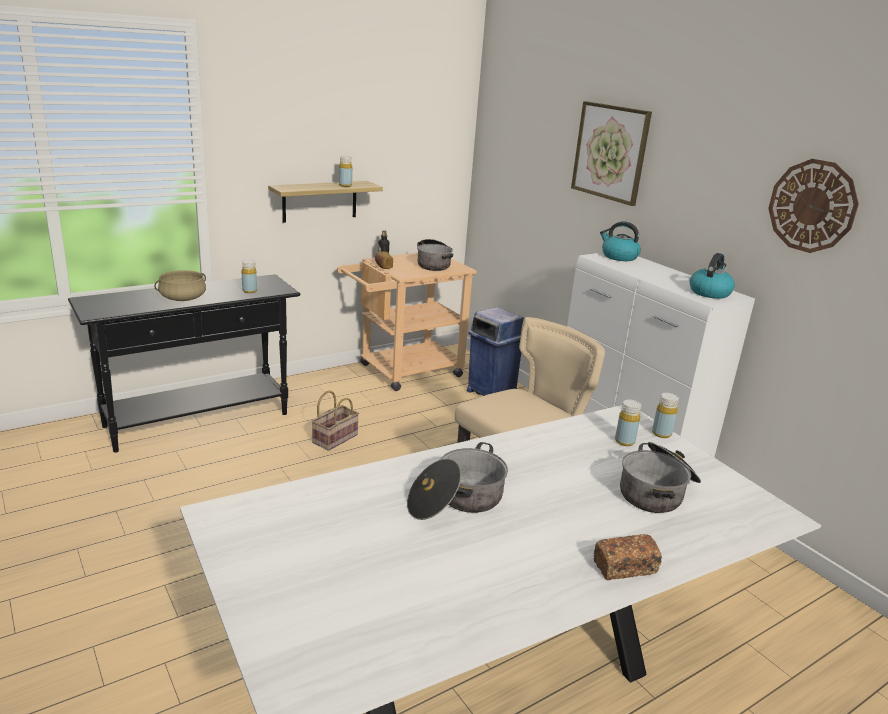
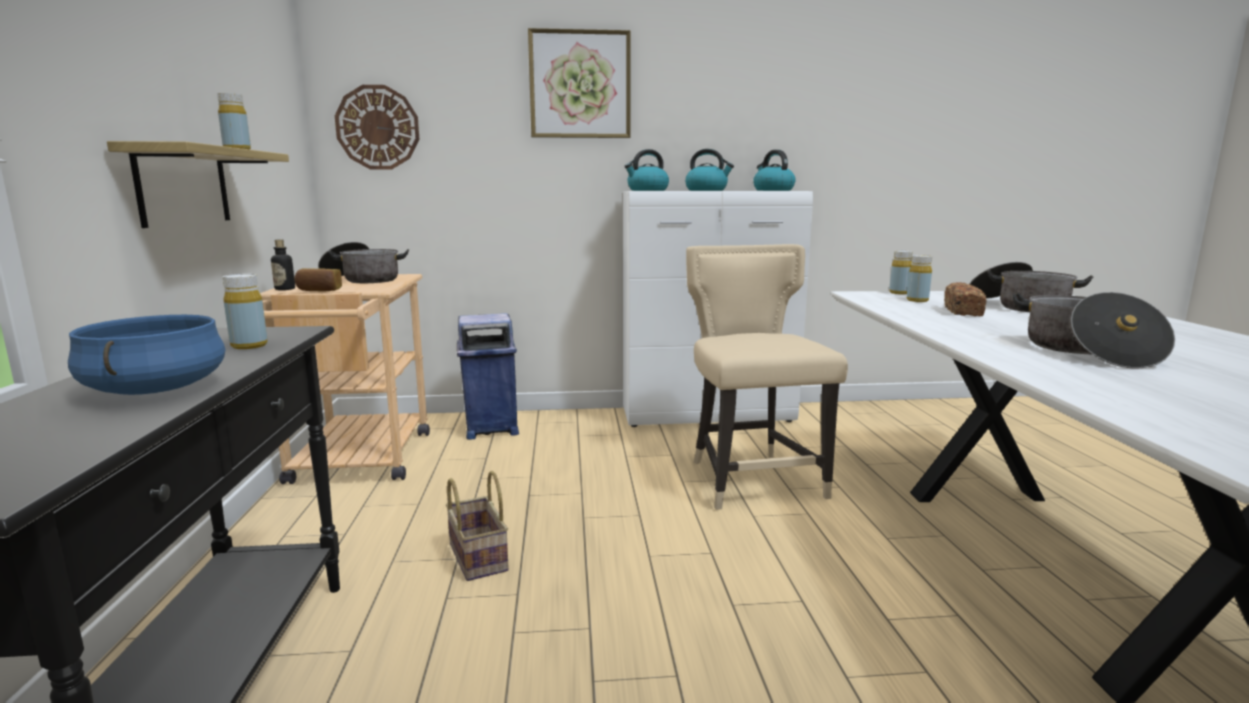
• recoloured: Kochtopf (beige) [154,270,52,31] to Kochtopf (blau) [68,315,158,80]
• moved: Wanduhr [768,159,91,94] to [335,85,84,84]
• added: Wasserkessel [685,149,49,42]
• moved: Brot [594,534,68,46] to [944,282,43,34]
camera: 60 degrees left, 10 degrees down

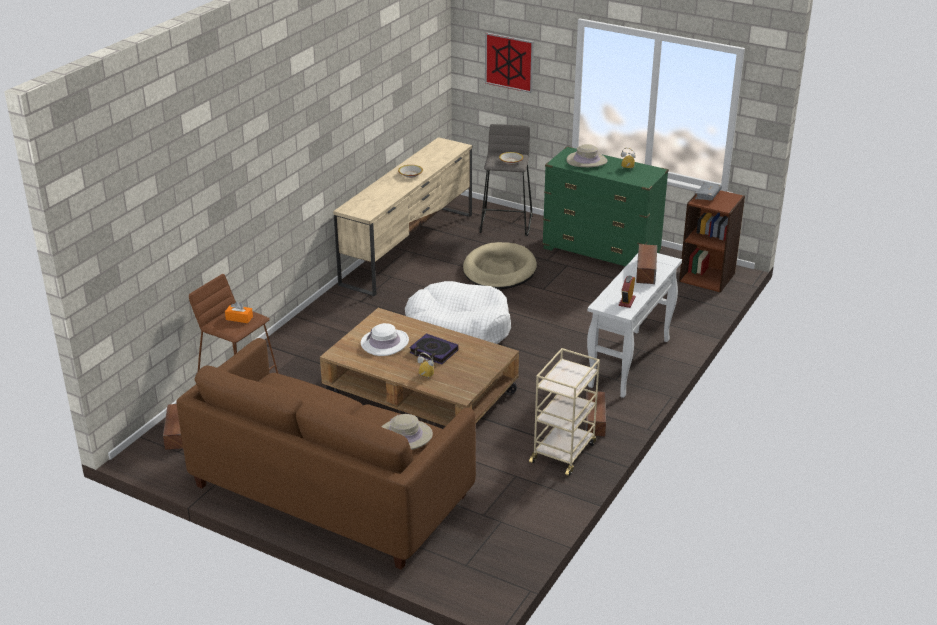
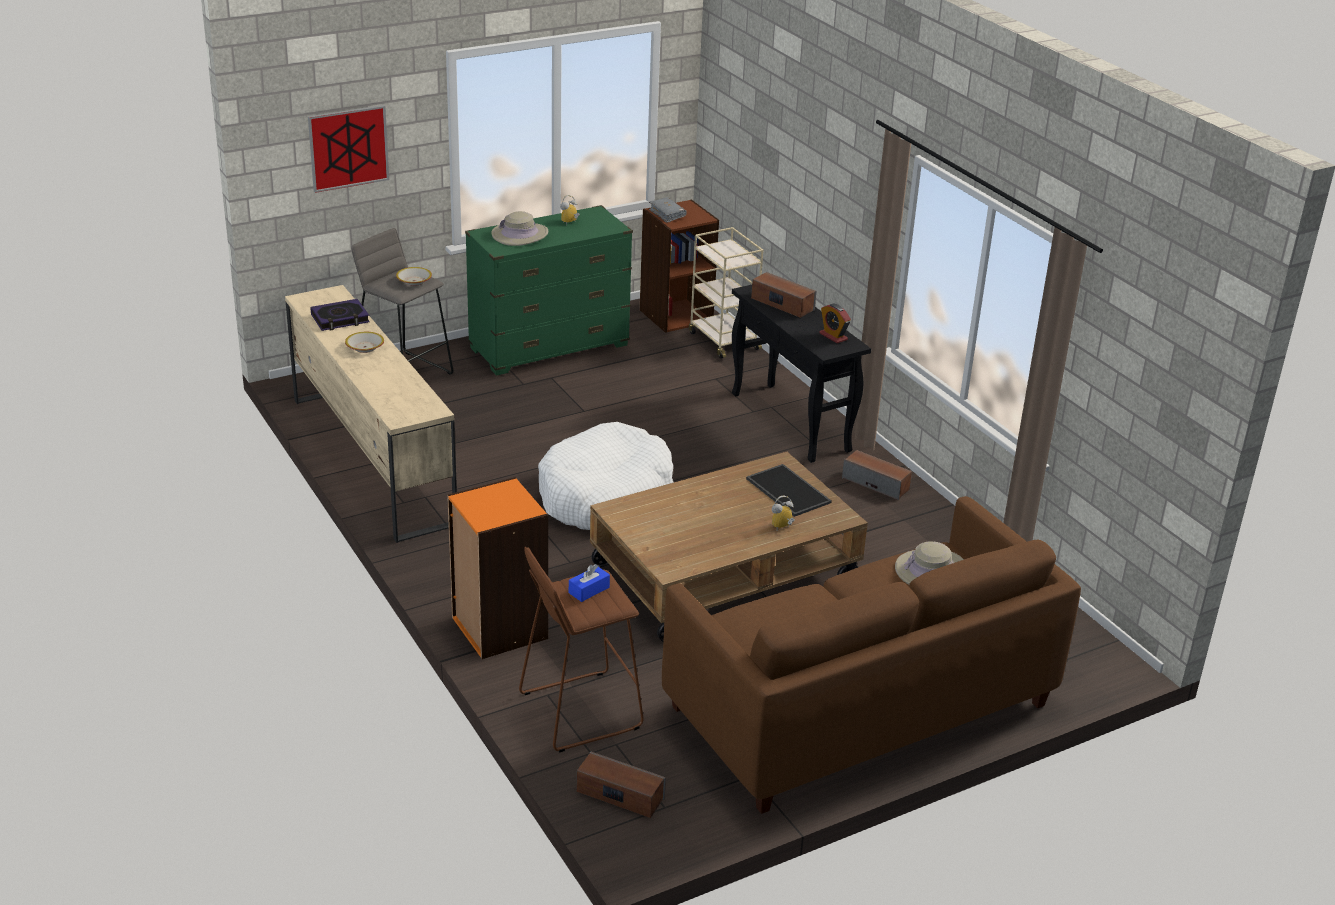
• moved: Buch [409,333,49,31] to [310,299,60,32]
• added: Bücherregal (orange) [447,477,101,182]
• recoloured: Taschentuchbox (orange) [225,301,28,22] to Taschentuchbox (blau) [569,564,41,38]
• moved: Rollwagen (beige) [529,348,71,127] to [689,227,74,132]
• recoloured: Konsolentisch (weiß) [587,253,95,145] to Konsolentisch (schwarz) [732,285,139,178]
• added: Tablett [746,464,86,53]
• removed: Hut (weiß) [361,323,48,33]
• removed: Hundebett (beige) [463,242,74,47]
camera: 60 degrees left, 0 degrees up

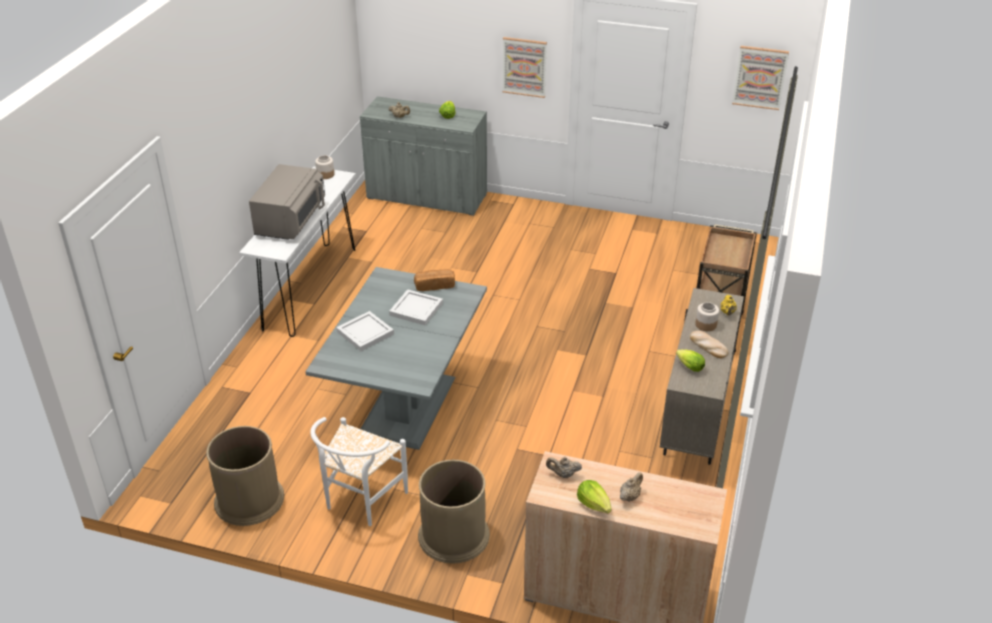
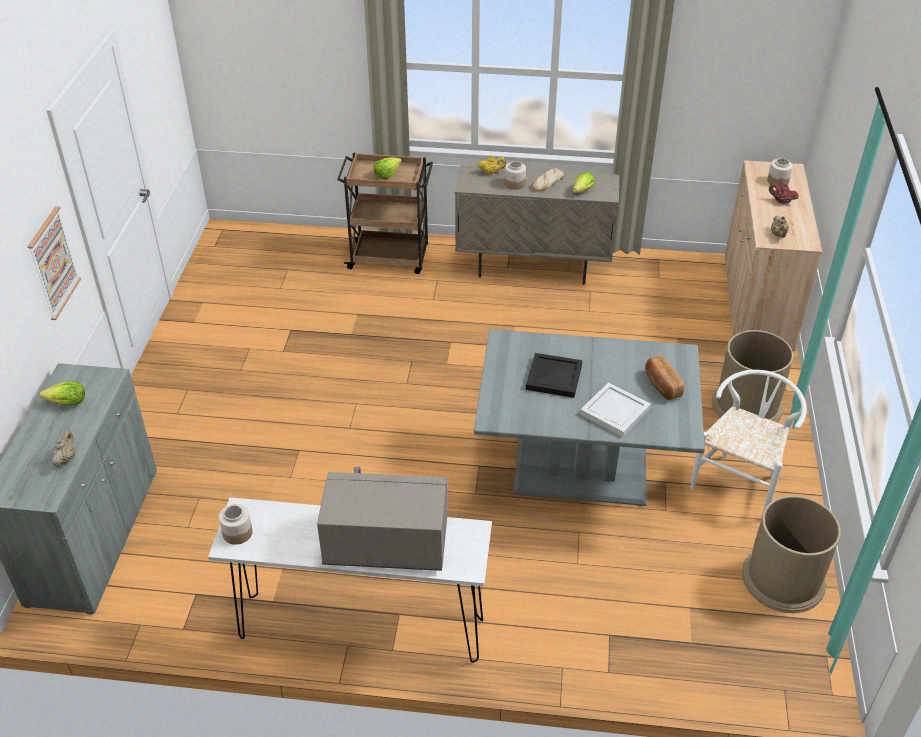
• moved: Salatkopf [577,480,35,33] to [373,157,29,22]
• recoloured: Tablett (weiß) [389,289,54,36] to Tablett (schwarz) [526,353,57,45]
• moved: Brot [414,270,41,21] to [645,355,39,45]
• turned: Stuhl (weiß) [310,417,98,109] = [690,370,117,145] 75 degrees counterclockwise
• added: Vorratsglas [767,158,26,29]
• recoloured: Teekanne (beige) [620,472,23,30] to Teekanne (rot) [769,183,30,21]
• removed: Bild [732,46,57,64]
camera: 100 degrees left, 5 degrees up

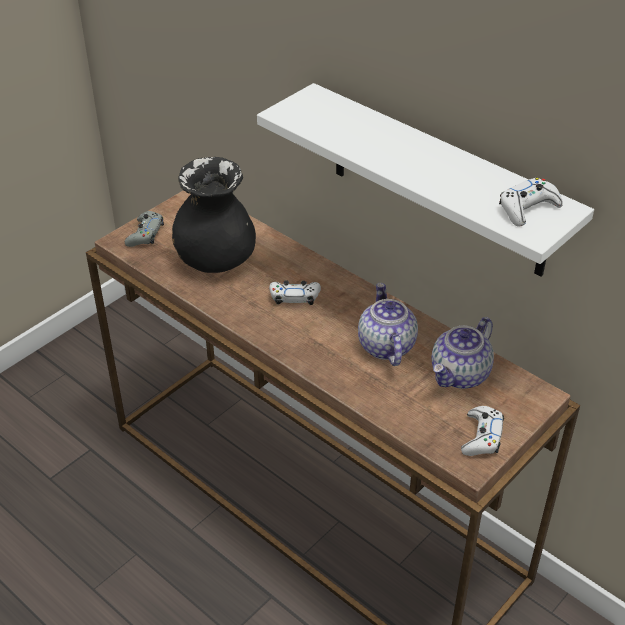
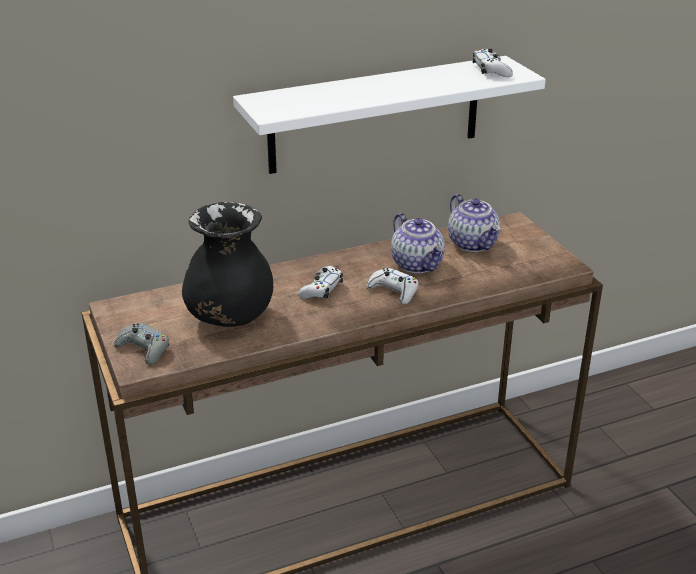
• moved: Gamepad (weiß) [461,406,43,50] to [366,268,52,37]
• turned: Teekanne [358,283,60,83] = [391,213,54,60] 135 degrees counterclockwise
camera: 65 degrees left, 10 degrees down

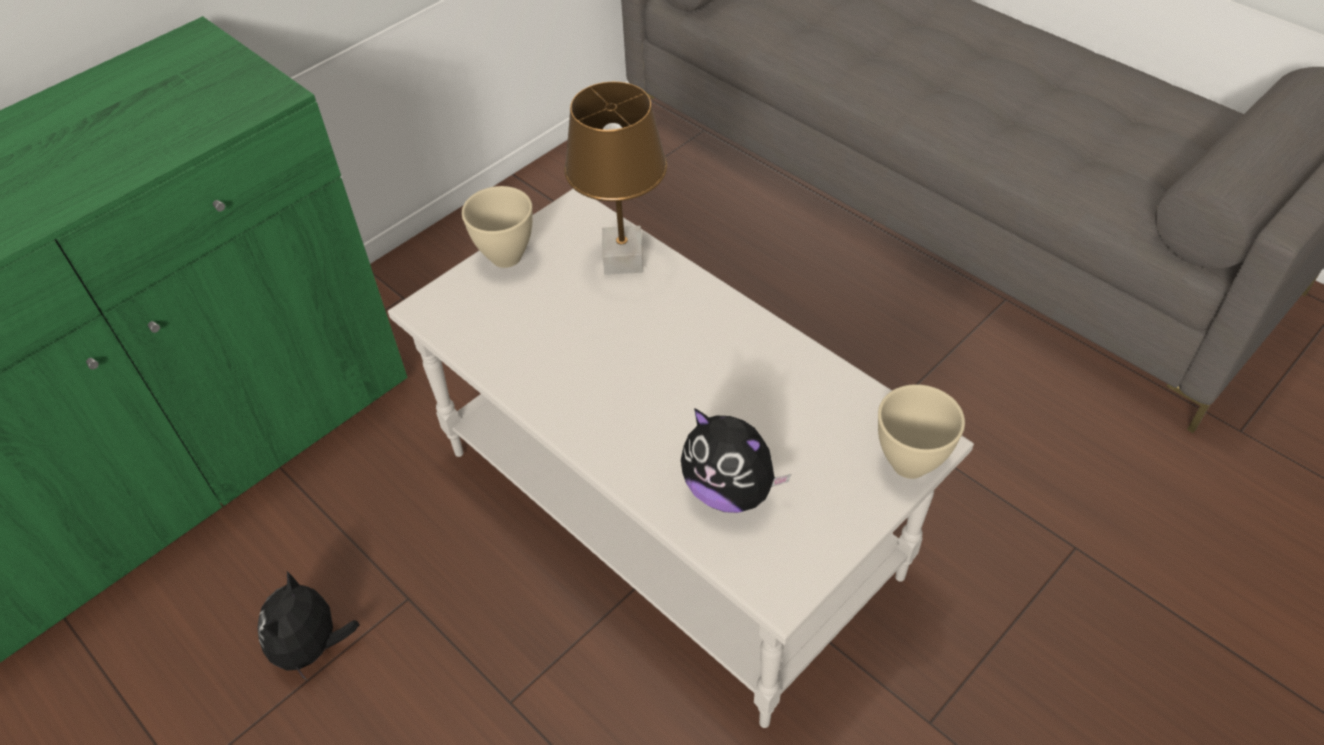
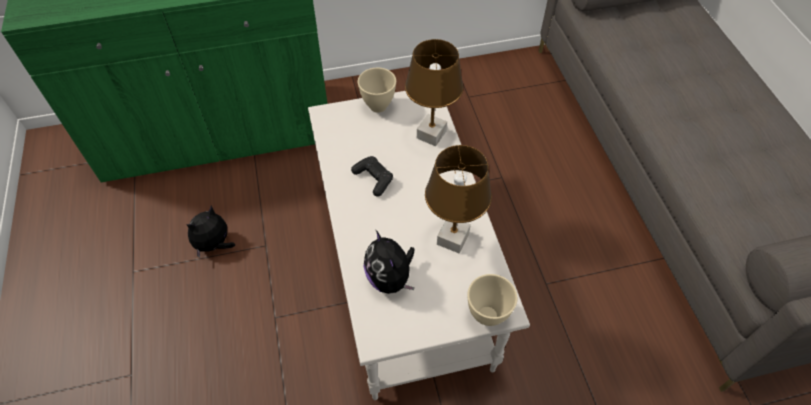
• added: Gamepad (schwarz) [351,156,42,41]
• added: Tischlampe (braun) [425,145,67,108]
camera: 30 degrees right, 5 degrees up

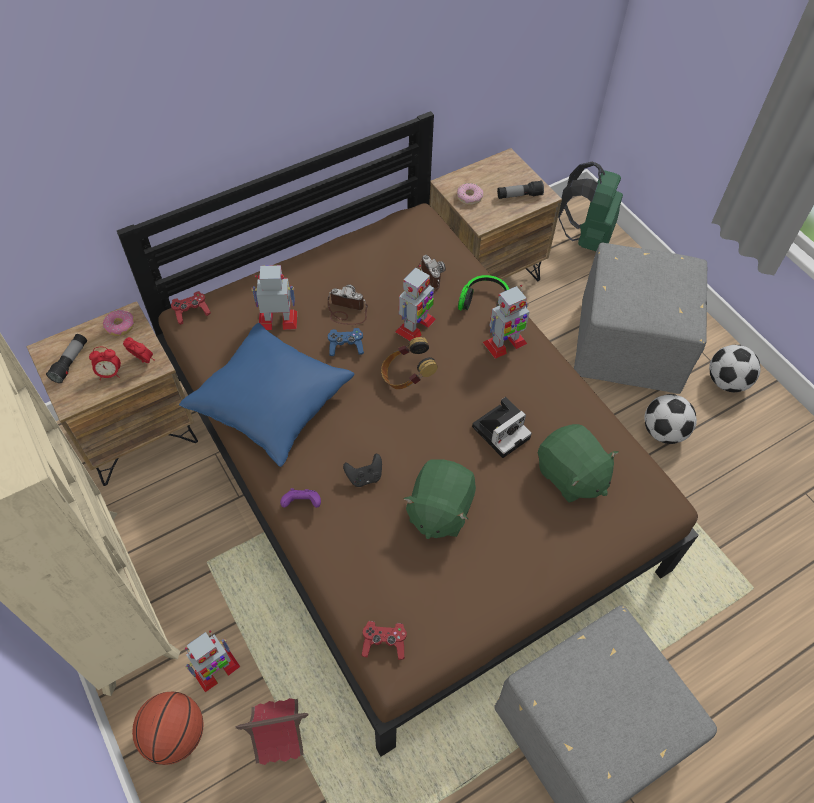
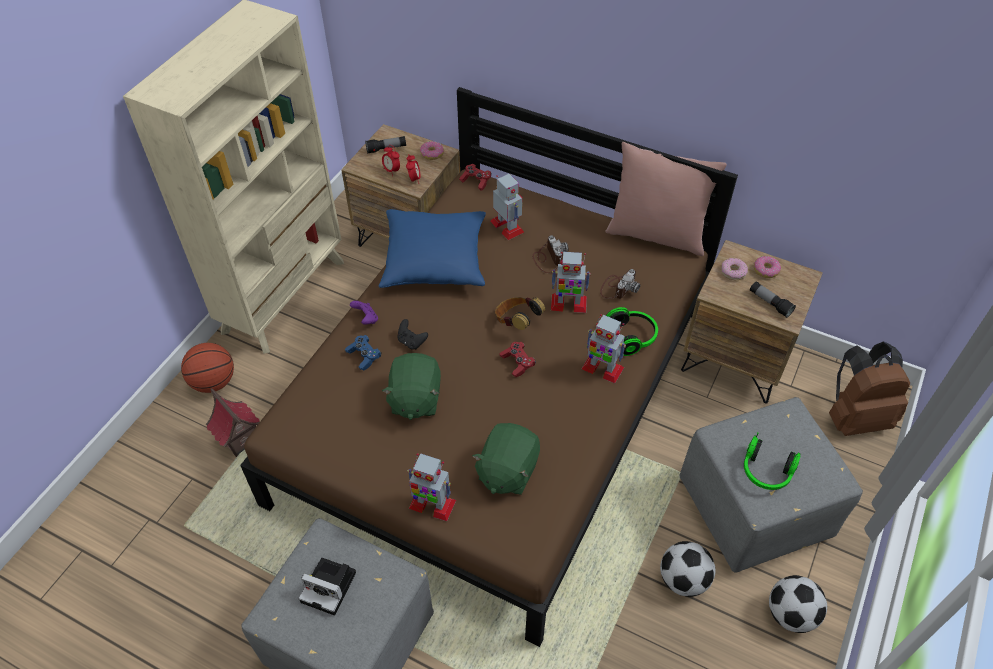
• moved: Kamera [472,397,60,61] to [299,558,57,57]
• moved: Gamepad (blau) [328,328,36,28] to [345,335,37,36]
• turned: Plüschtier (grün) [403,459,73,80] = [382,353,59,67] 75 degrees counterclockwise
• moved: Spielzeugroboter [185,630,56,62] to [407,453,49,68]
• moved: Gamepad (rot) [362,621,45,39] to [500,342,36,35]
• added: Kissen (rosa) [606,142,121,114]
• added: Kopfhörer [744,432,57,58]
• added: Donut [754,256,27,22]
• recoloured: Rucksack (grün) [558,161,65,90] to Rucksack (braun) [829,341,81,95]
camera: 60 degrees right, 5 degrees down

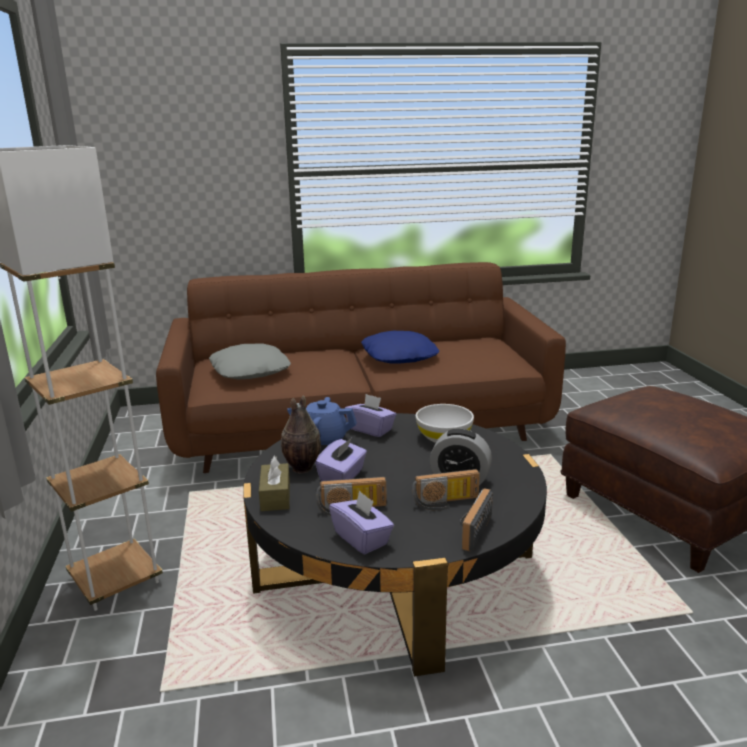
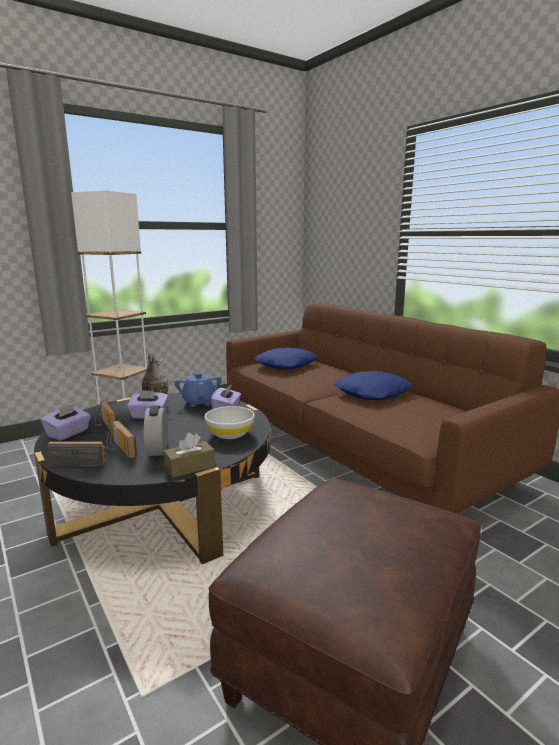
• moved: Taschentuchbox (braun) [259,456,31,55] to [163,433,52,45]
• recoloured: Kissen (grau) [209,344,82,36] to Kissen (blau) [254,347,63,22]
camera: 65 degrees right, 5 degrees down

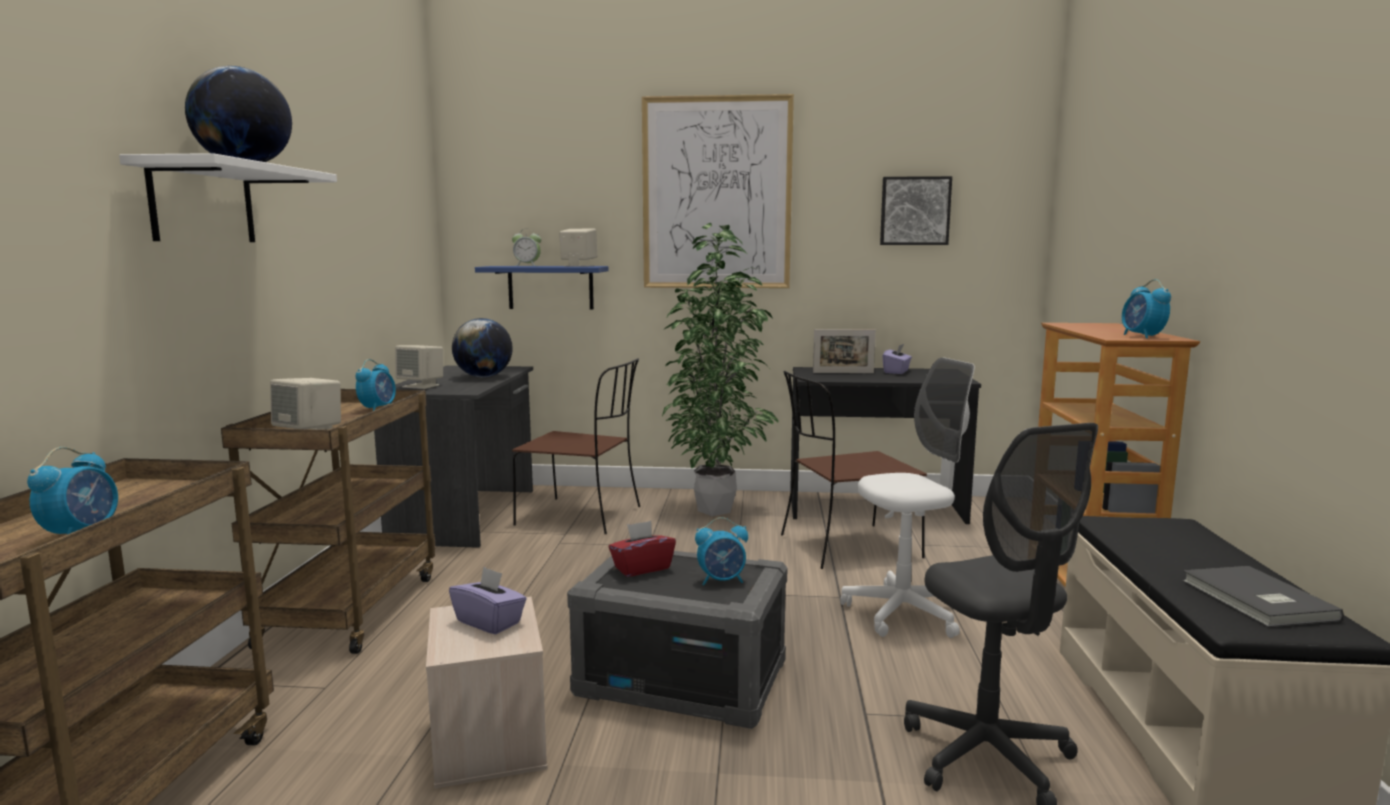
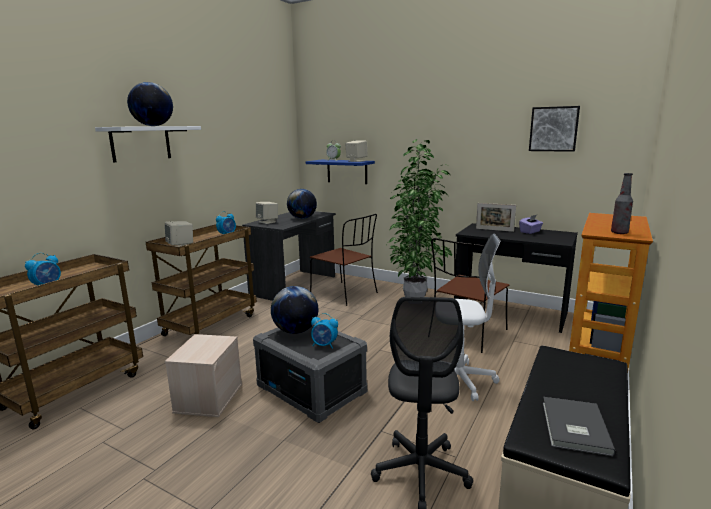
• replaced: Taschentuchbox (rot) [609,521,67,56] to Globus [271,286,47,48]
• turned: Stuhl (braun) [781,371,146,198] = [431,238,79,115] 60 degrees counterclockwise
• replaced: Wecker [1122,279,49,60] to Flasche [611,173,22,61]
• removed: Taschentuchbox (lila) [449,567,78,67]
• removed: Bild [642,94,152,194]
camera: 25 degrees right, 5 degrees up

